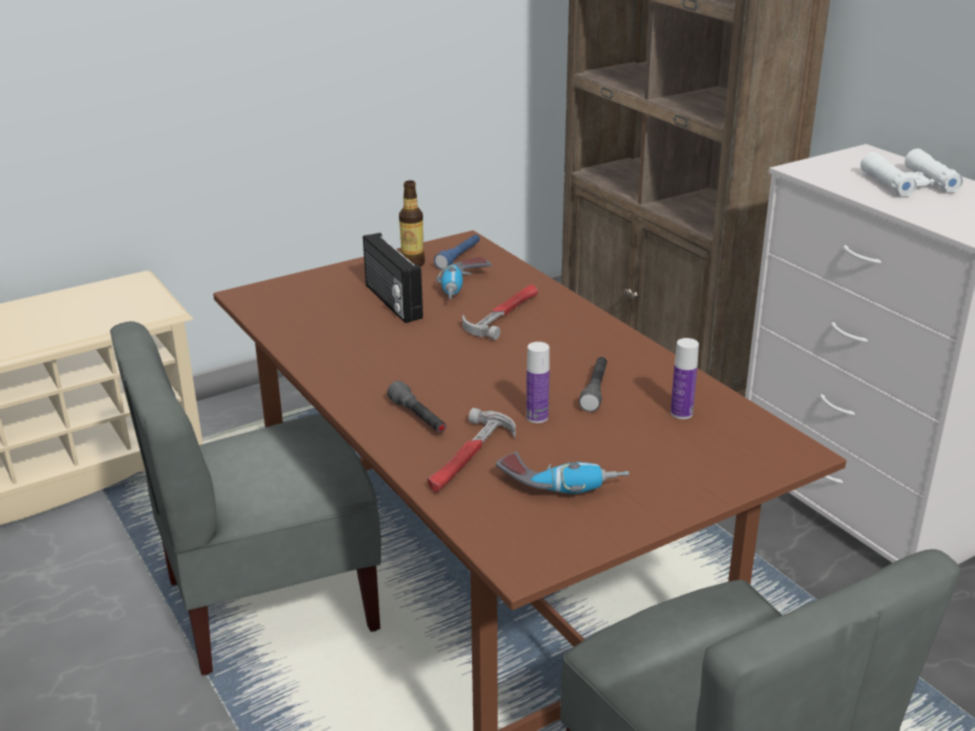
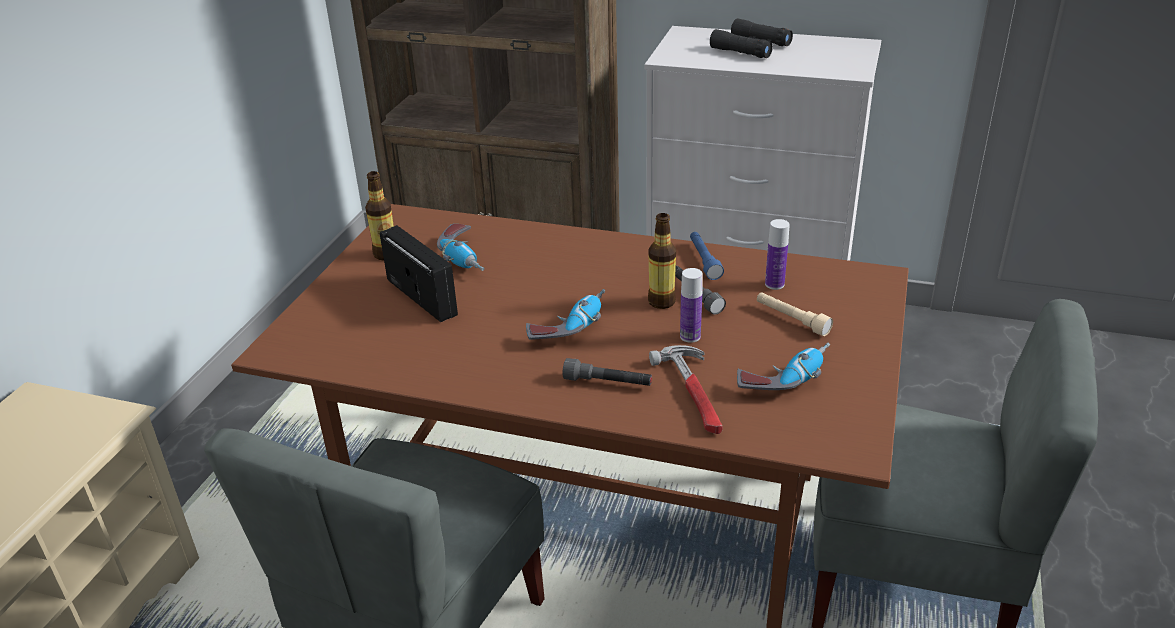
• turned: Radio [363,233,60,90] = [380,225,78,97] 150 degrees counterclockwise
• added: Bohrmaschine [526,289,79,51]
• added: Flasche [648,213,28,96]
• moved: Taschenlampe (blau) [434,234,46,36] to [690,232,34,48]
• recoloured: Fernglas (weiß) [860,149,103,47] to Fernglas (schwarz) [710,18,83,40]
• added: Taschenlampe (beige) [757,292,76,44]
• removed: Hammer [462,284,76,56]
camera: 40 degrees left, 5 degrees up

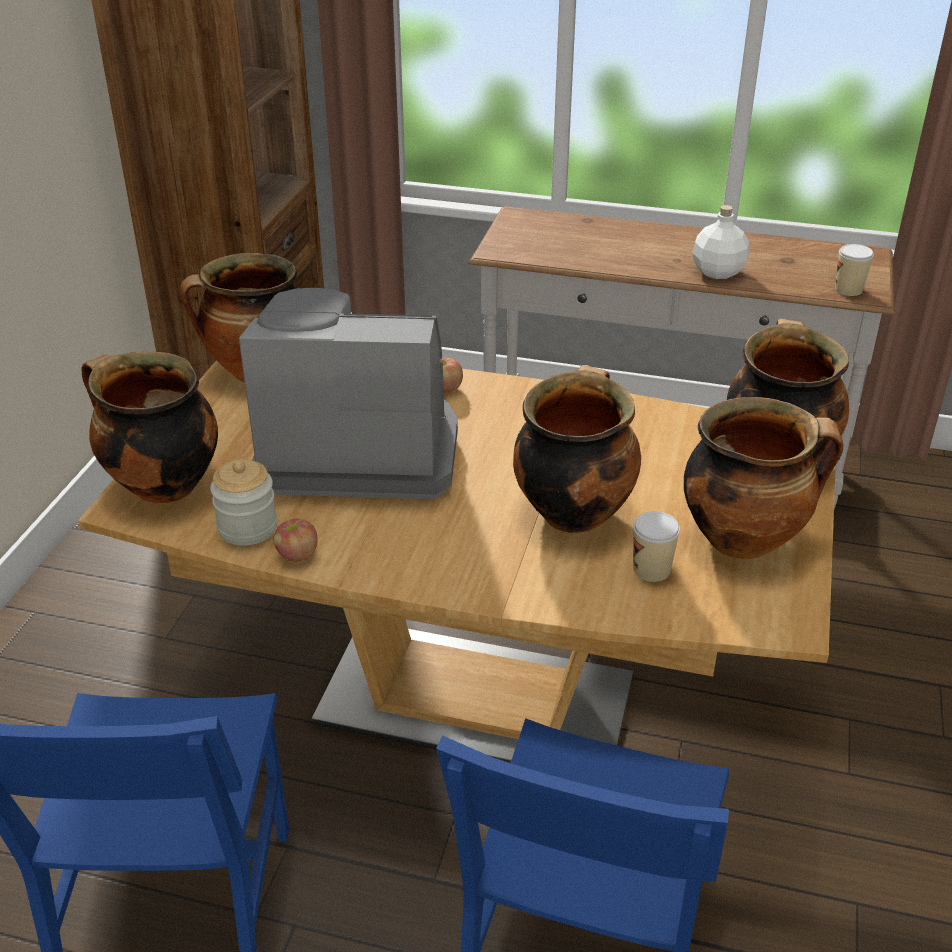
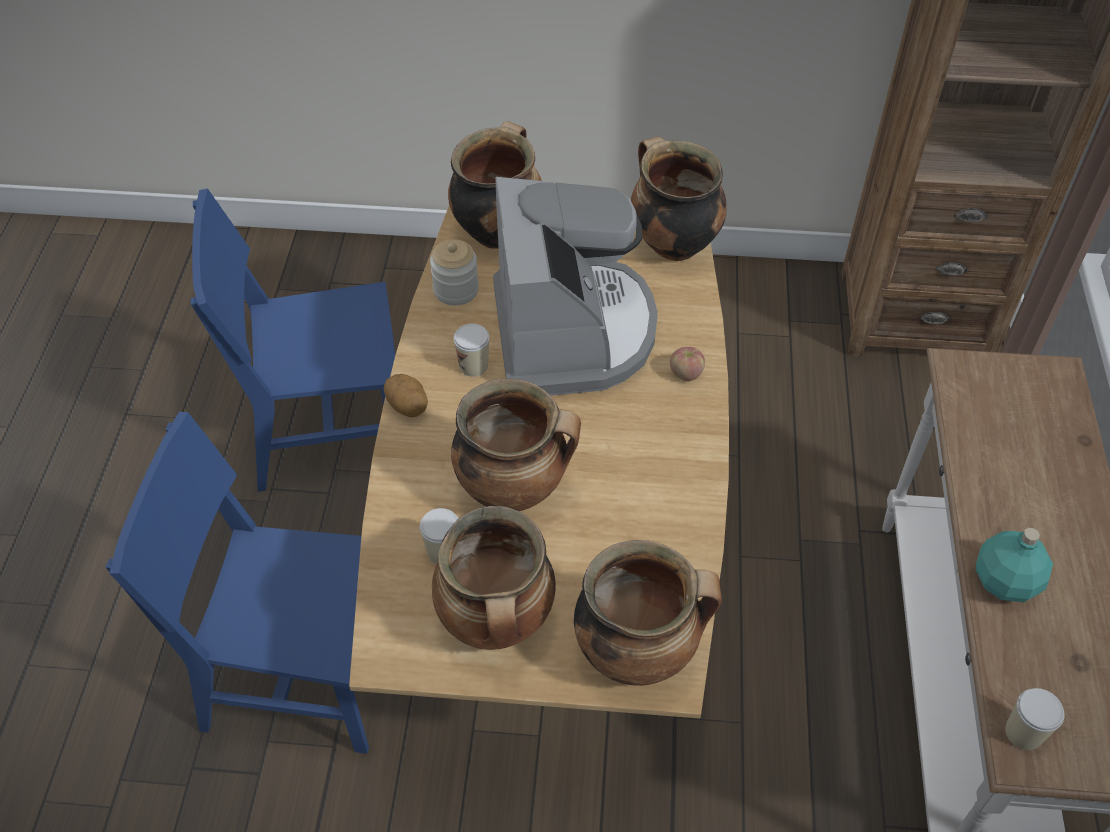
• added: Kartoffel [384,374,44,44]
• added: Tasse [454,324,35,53]
• recoloured: Flasche (weiß) [692,205,57,74] to Flasche (türkis) [976,528,77,74]
• removed: Apfel [273,519,45,43]
camera: 80 degrees right, 15 degrees up

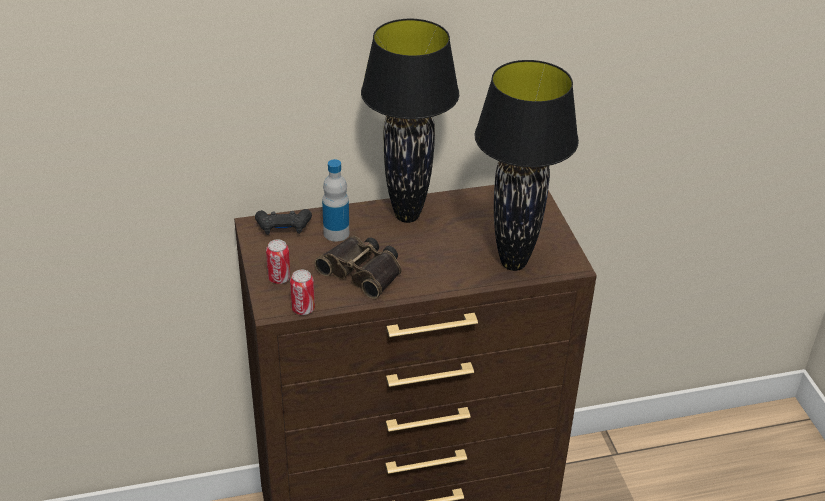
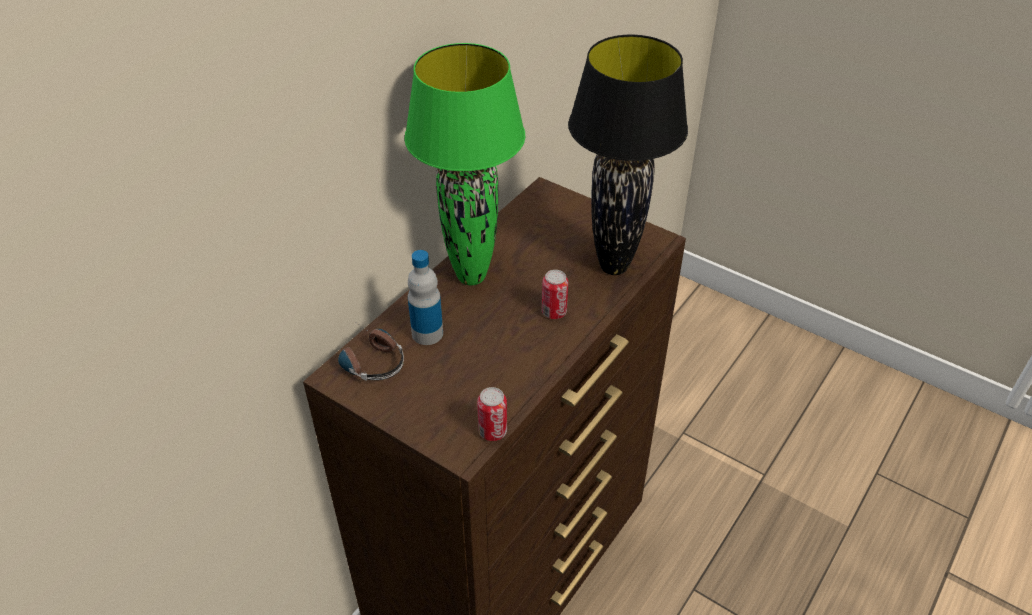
• replaced: Gamepad (schwarz) [255,209,57,26] to Kopfhörer [338,321,66,60]
• recoloured: Tischlampe (schwarz) [361,19,98,204] to Tischlampe (grün) [404,43,122,242]
• moved: Dose [266,239,25,45] to [542,270,26,49]
• removed: Fernglas [315,236,86,63]
camera: 40 degrees left, 5 degrees up

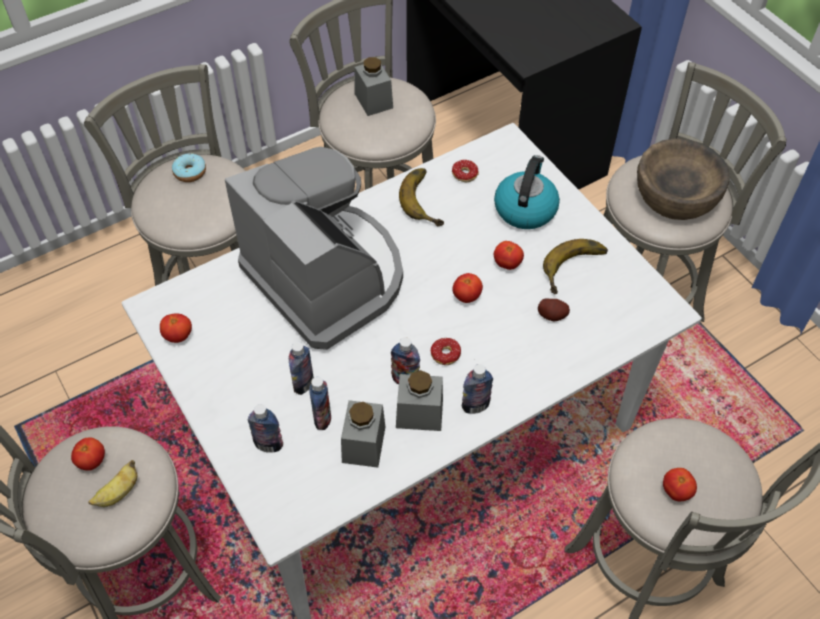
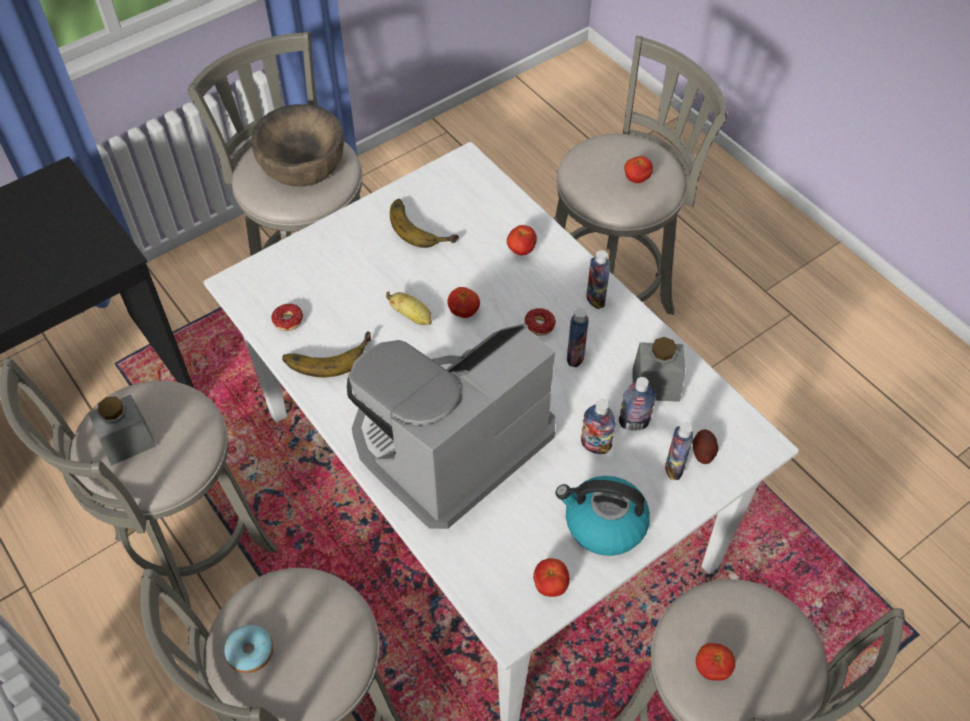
• moved: Banane [88,460,49,47] to [386,292,46,33]
• moved: Tomate [494,241,30,29] to [507,225,30,30]
• moved: Wasserkessel [494,155,66,74] to [555,476,95,80]
• moved: Kartoffel [538,298,32,23] to [692,429,26,35]
• removed: Vorratsglas (grau) [396,370,47,61]
camera: 95 degrees left, 0 degrees up

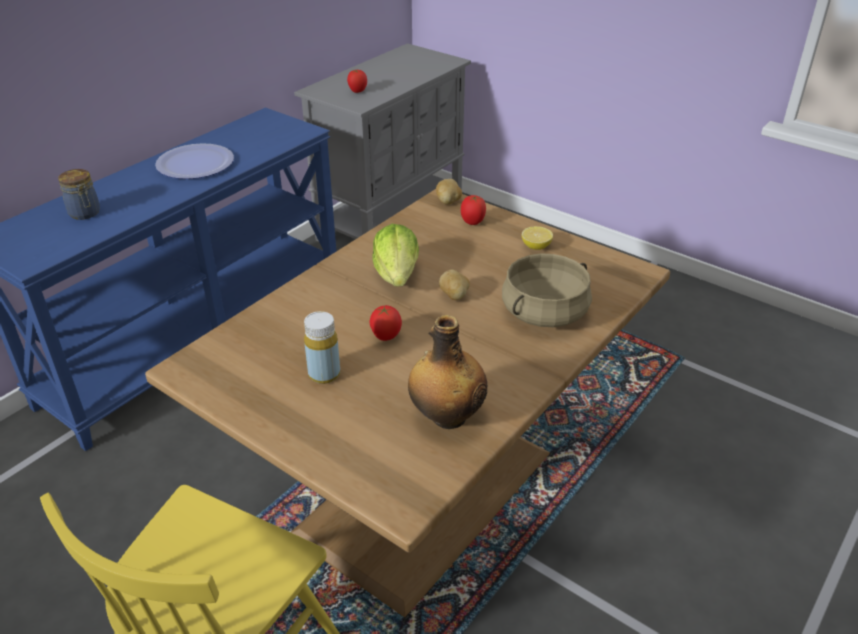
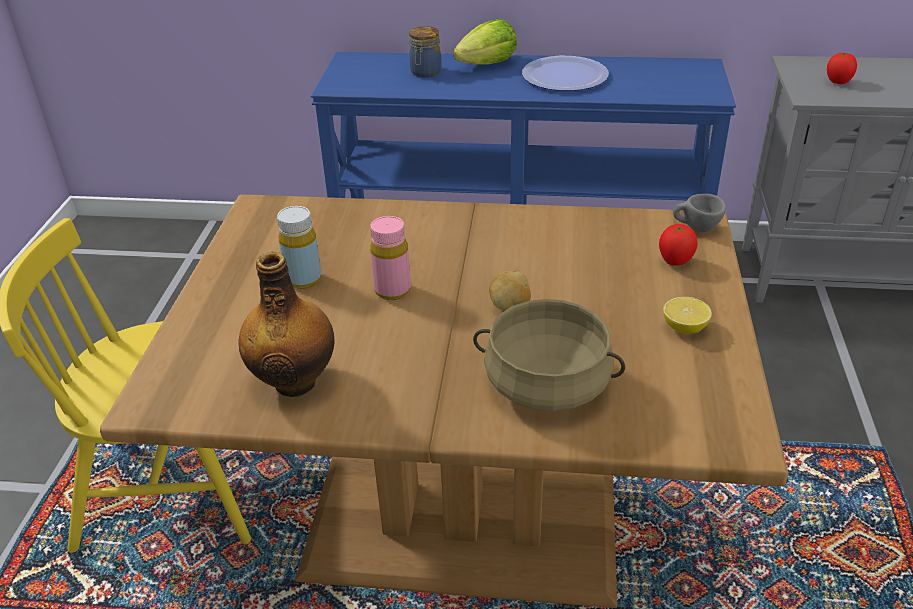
• replaced: Tomate [370,305,32,36] to Flasche (rosa) [370,216,41,84]
• moved: Salatkopf [372,224,47,63] to [453,19,64,46]
• replaced: Kartoffel [436,179,26,26] to Tasse (grau) [673,194,53,38]
camera: 60 degrees right, 0 degrees up

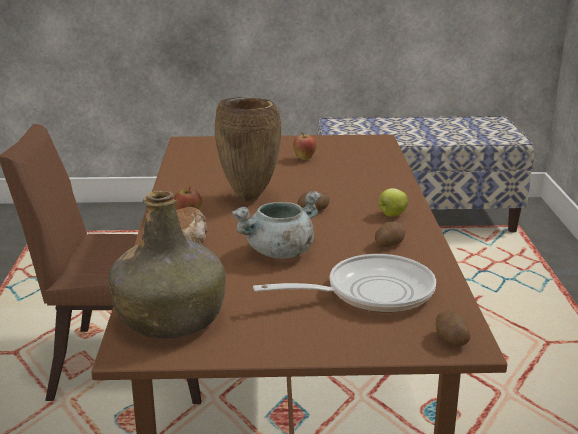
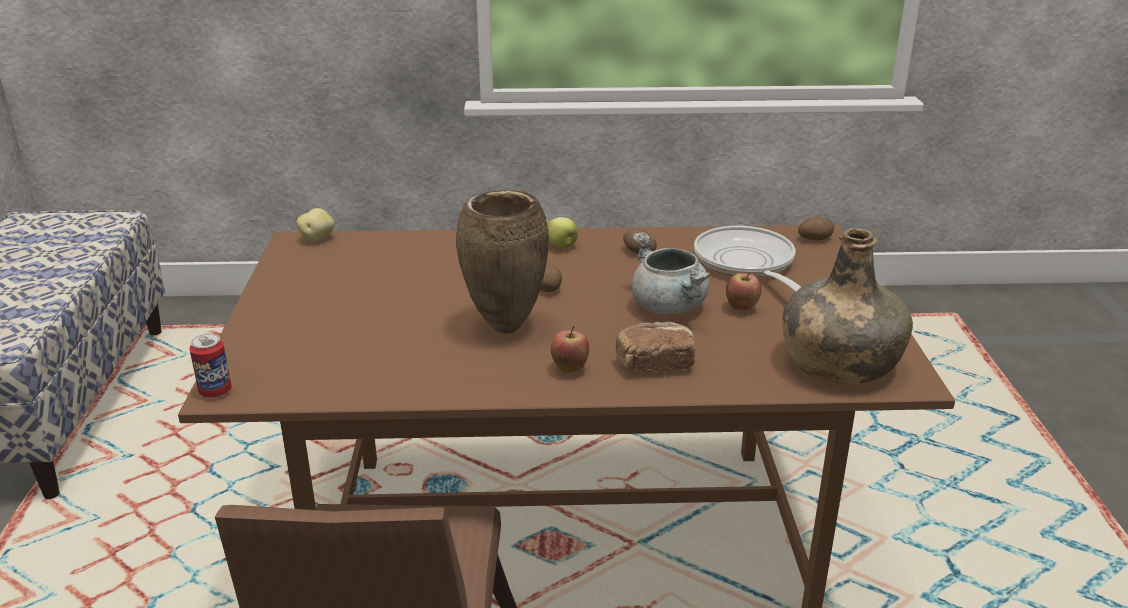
• added: Dose [189,333,42,65]
• added: Kartoffel [297,208,38,33]
• moved: Apfel [293,132,23,28] to [726,272,35,39]
camera: 90 degrees left, 5 degrees up

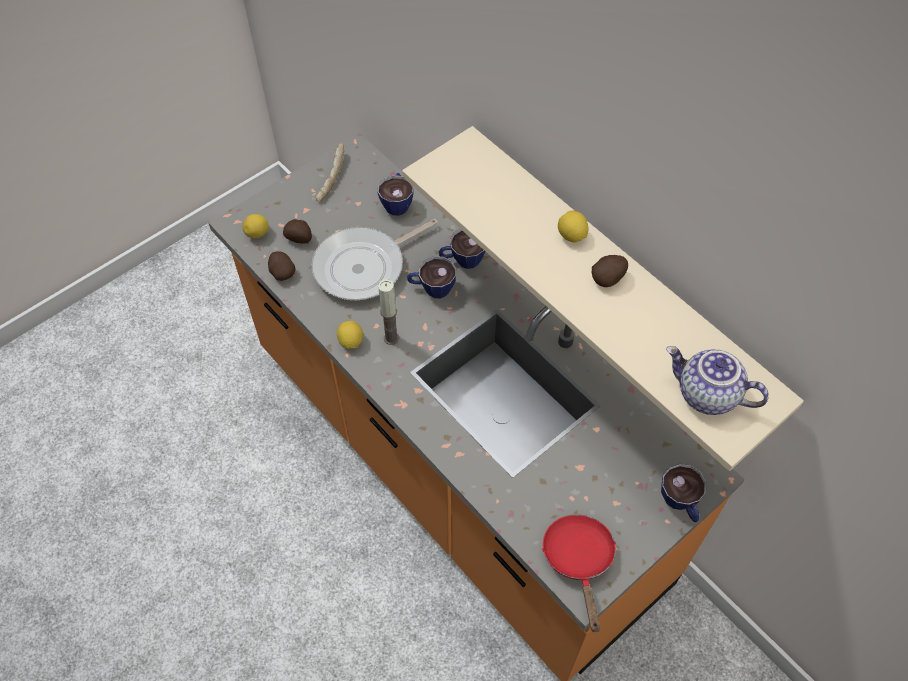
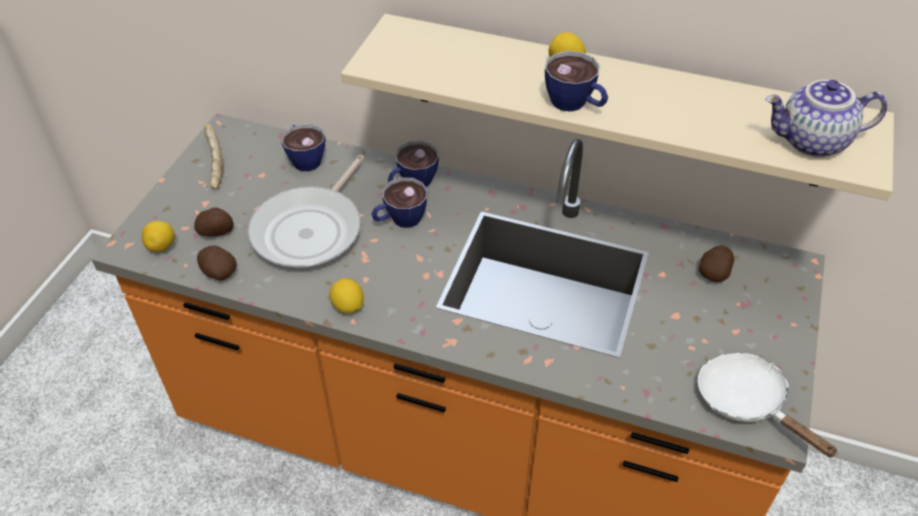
• moved: Tasse [661,464,46,58] to [545,51,63,61]
• recoloured: Pfanne (rot) [542,515,74,118] to Pfanne (weiß) [698,353,140,105]
• moved: Kartoffel [592,255,36,32] to [699,245,35,37]
• removed: Kerze [378,279,21,66]
camera: 30 degrees left, 10 degrees down

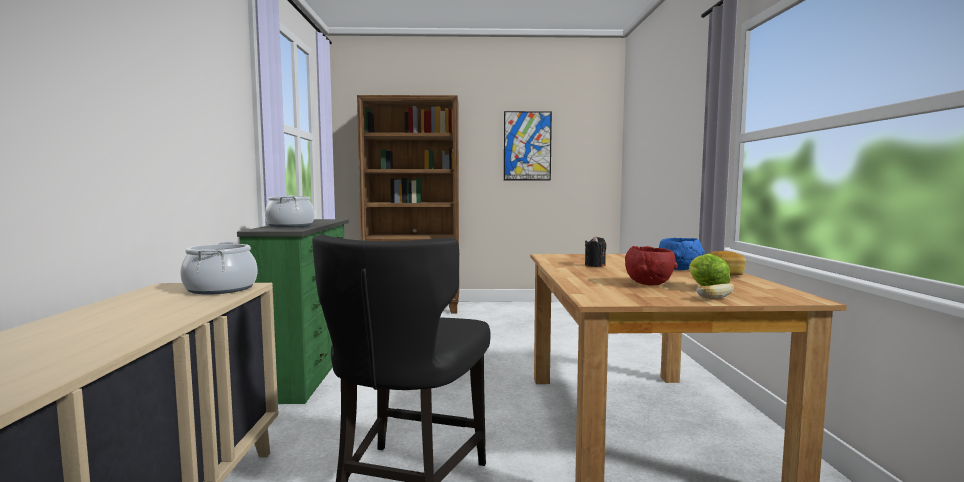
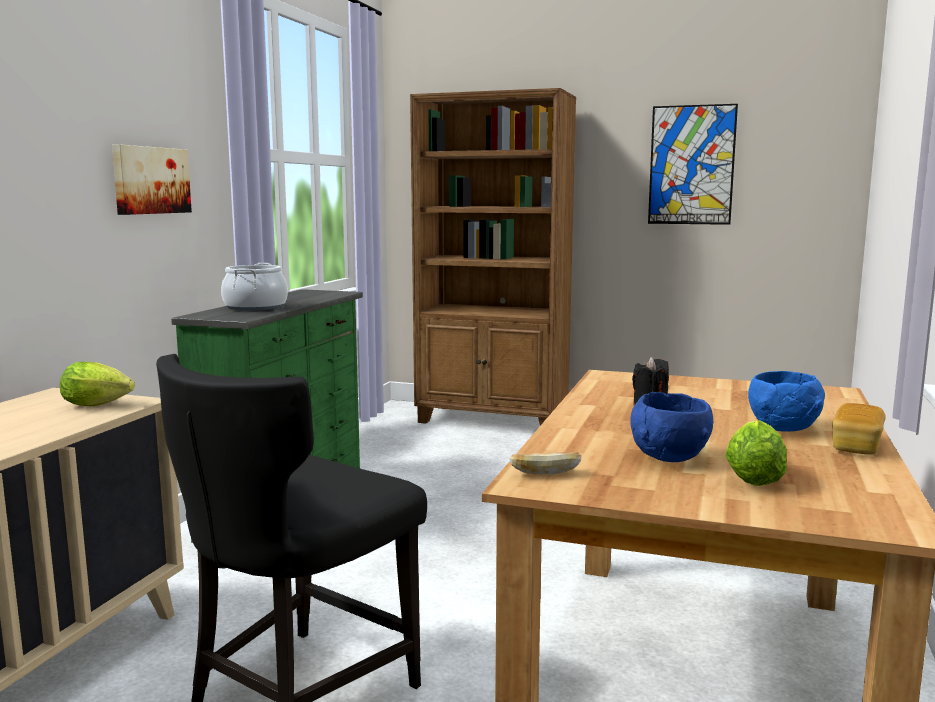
• replaced: Kochtopf [180,241,77,54] to Salatkopf [60,362,75,44]
• added: Bild [112,144,80,71]
• moved: Brot [696,283,38,16] to [510,452,71,23]
• recoloured: Schüssel (rot) [625,246,53,39] to Schüssel (blau) [631,392,82,70]
camera: 20 degrees right, 5 degrees up

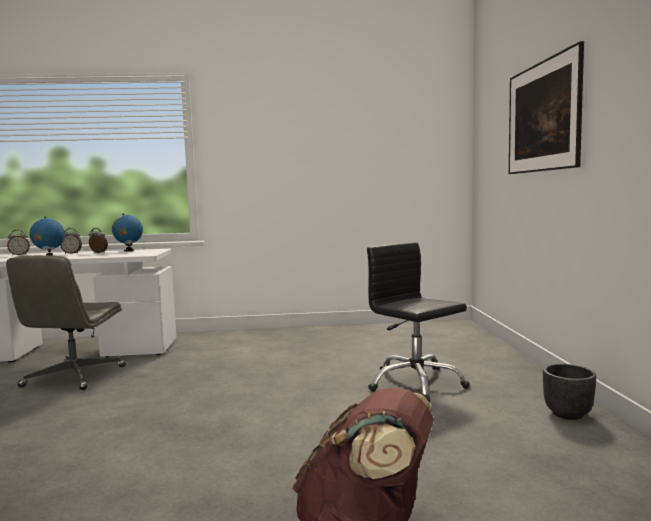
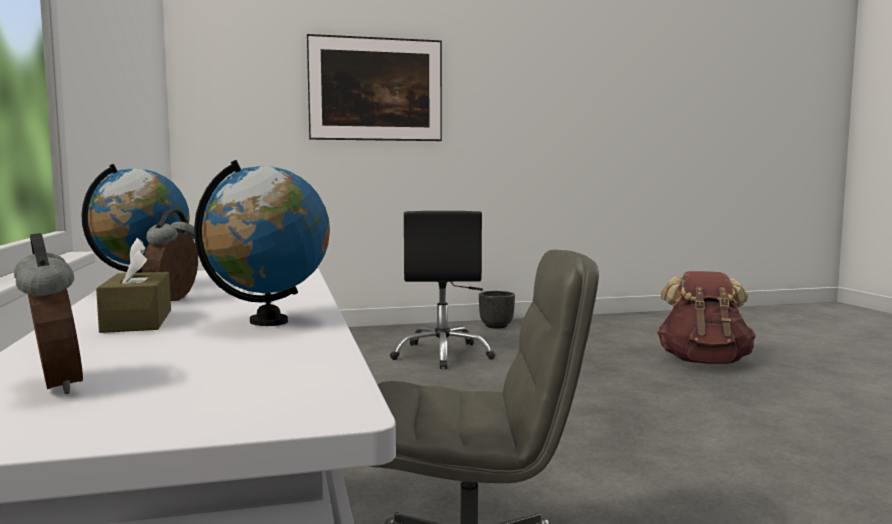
• replaced: Wecker [60,228,22,26] to Taschentuchbox (braun) [96,238,75,95]
• turned: Bürostuhl (schwarz) [367,242,103,160] = [390,211,106,158] 45 degrees counterclockwise
camera: 100 degrees left, 0 degrees up

